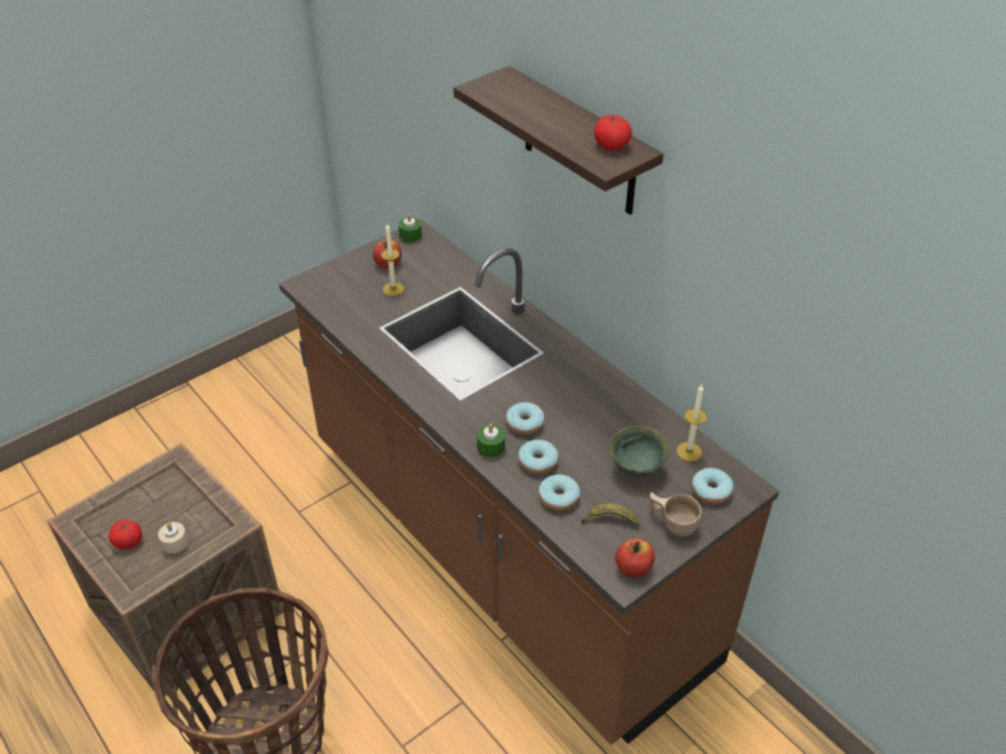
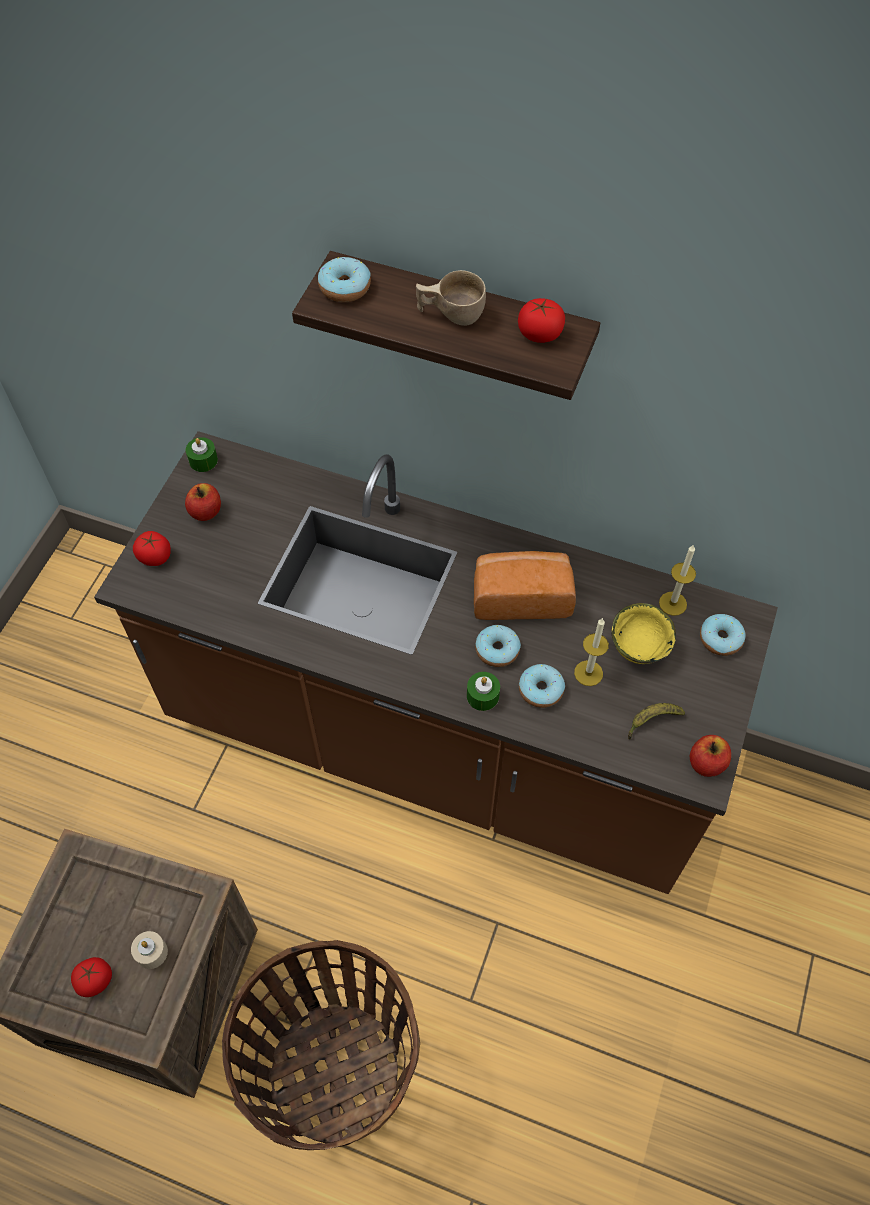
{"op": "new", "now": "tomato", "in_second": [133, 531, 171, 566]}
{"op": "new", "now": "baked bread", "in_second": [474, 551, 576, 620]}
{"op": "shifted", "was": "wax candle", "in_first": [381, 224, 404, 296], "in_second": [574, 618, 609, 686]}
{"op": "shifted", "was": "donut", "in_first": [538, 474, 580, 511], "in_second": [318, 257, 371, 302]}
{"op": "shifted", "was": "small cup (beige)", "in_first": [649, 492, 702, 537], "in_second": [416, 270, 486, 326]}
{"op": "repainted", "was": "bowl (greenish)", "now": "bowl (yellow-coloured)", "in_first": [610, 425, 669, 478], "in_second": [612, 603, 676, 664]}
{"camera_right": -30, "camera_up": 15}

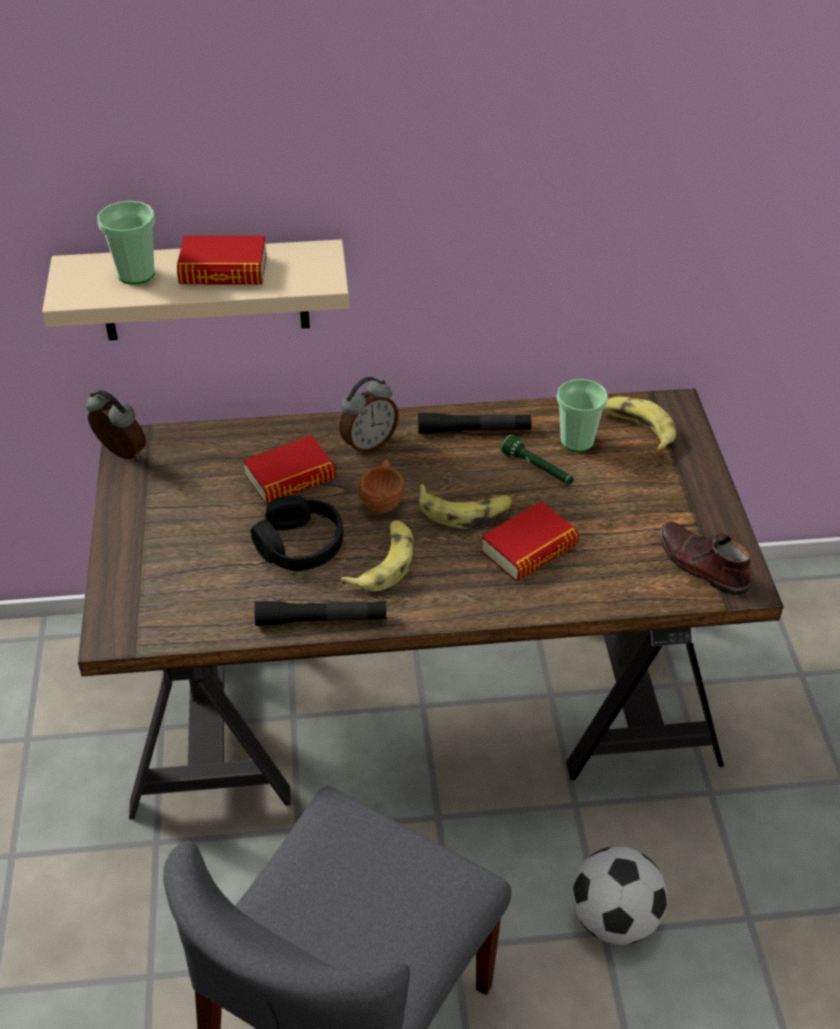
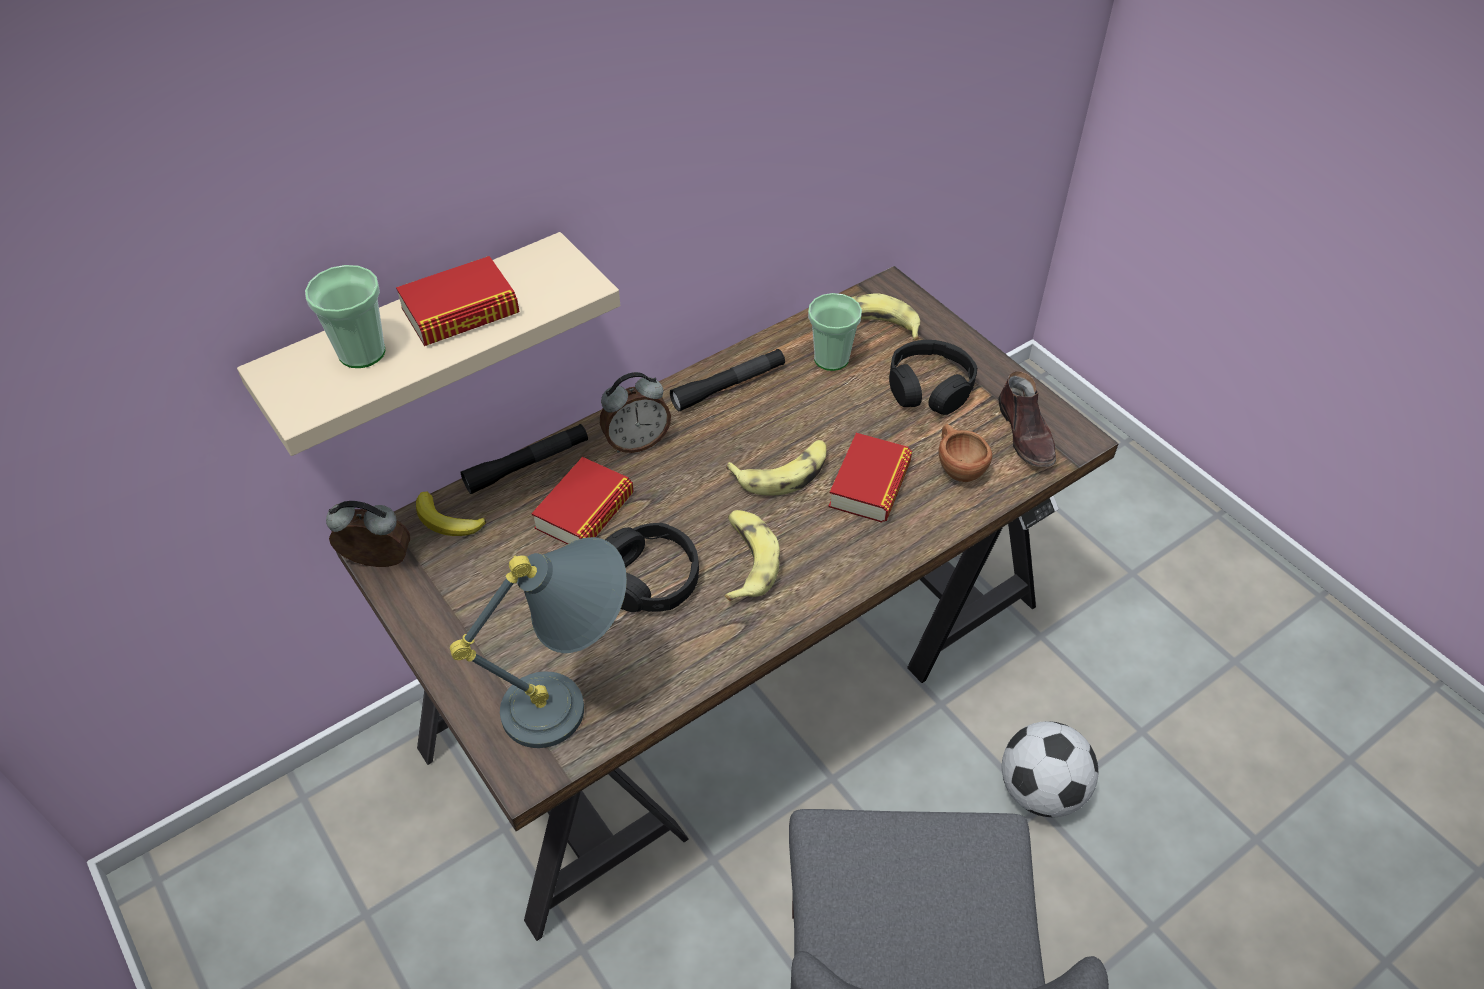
{"op": "gone", "was": "torch (greenish)", "in_first": [501, 435, 574, 485]}
{"op": "new", "now": "banana fruit", "in_second": [416, 491, 486, 536]}
{"op": "new", "now": "tabletop lamp (greyish)", "in_second": [450, 537, 627, 748]}
{"op": "new", "now": "pair of headphones (blackish)", "in_second": [889, 340, 977, 415]}
{"op": "shifted", "was": "torch (blackish)", "in_first": [255, 601, 386, 626], "in_second": [461, 424, 588, 494]}
{"op": "shifted", "was": "small cup (brownish)", "in_first": [358, 460, 405, 512], "in_second": [938, 424, 992, 482]}
{"op": "rotated", "was": "table clock", "in_first": [339, 377, 399, 455], "in_second": [600, 372, 671, 453], "clockwise": 45}
{"op": "rotated", "was": "shoe (brownish)", "in_first": [659, 522, 751, 596], "in_second": [998, 371, 1056, 467], "clockwise": -120}
{"camera_right": -30, "camera_up": 5}

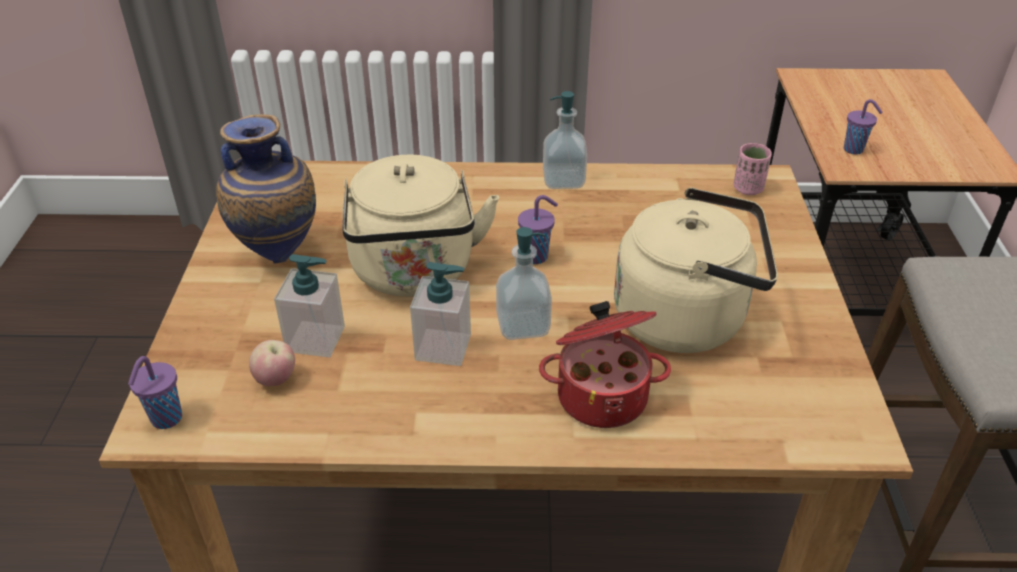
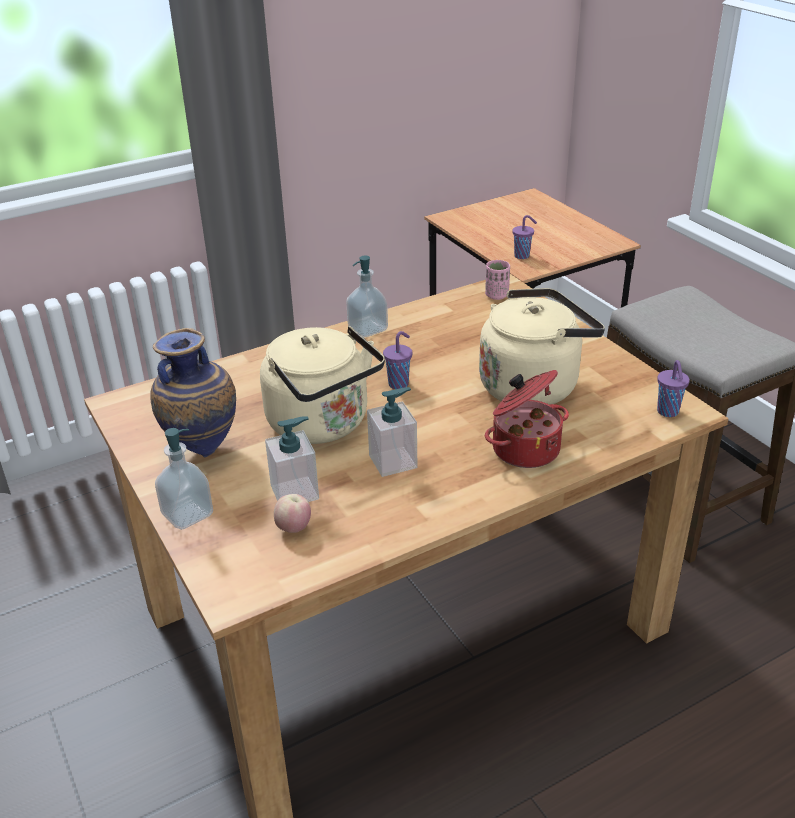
{"op": "shifted", "was": "small cup (purplish)", "in_first": [128, 356, 182, 429], "in_second": [657, 360, 690, 417]}
{"op": "shifted", "was": "soap bottle", "in_first": [496, 227, 552, 340], "in_second": [155, 428, 213, 530]}
{"camera_right": -30, "camera_up": -5}

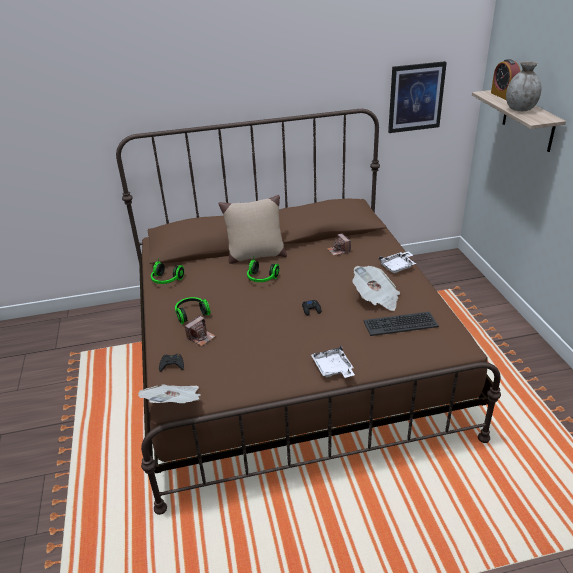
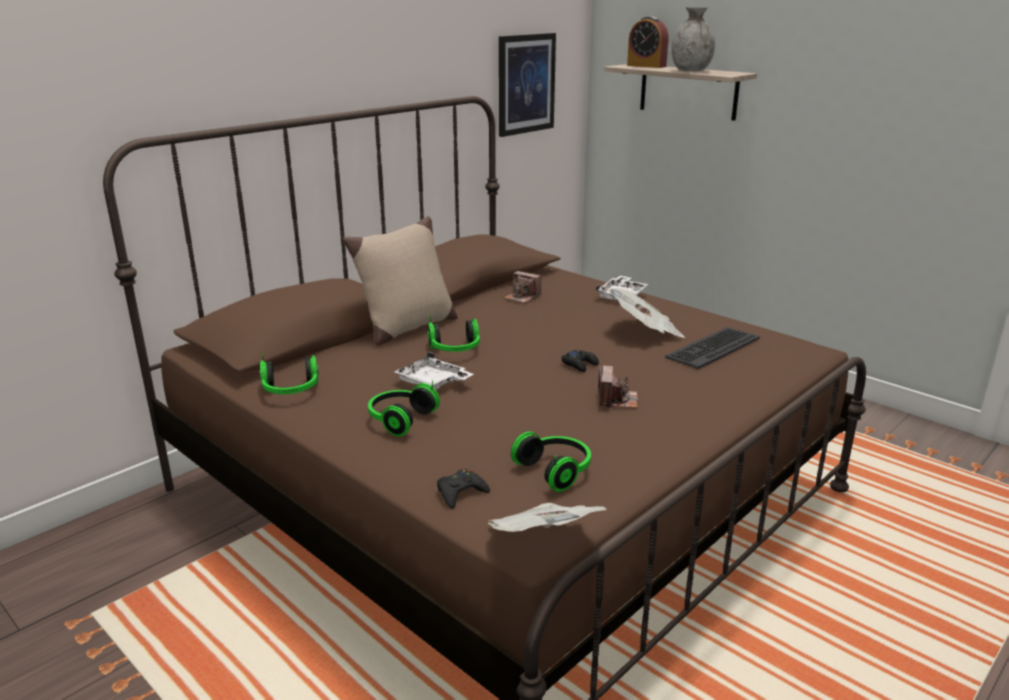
{"op": "new", "now": "pair of headphones", "in_second": [511, 432, 591, 492]}
{"op": "shifted", "was": "photo camera", "in_first": [185, 316, 216, 346], "in_second": [598, 366, 638, 408]}
{"op": "shifted", "was": "carrying tray (whitish)", "in_first": [311, 345, 355, 378], "in_second": [394, 352, 473, 390]}
{"camera_right": -35, "camera_up": -10}

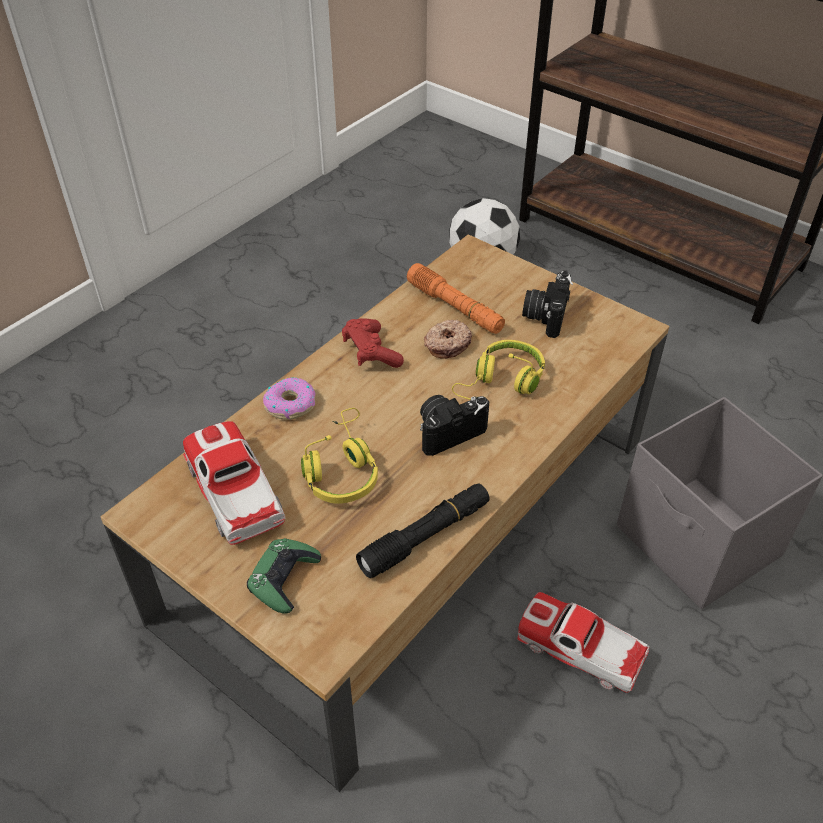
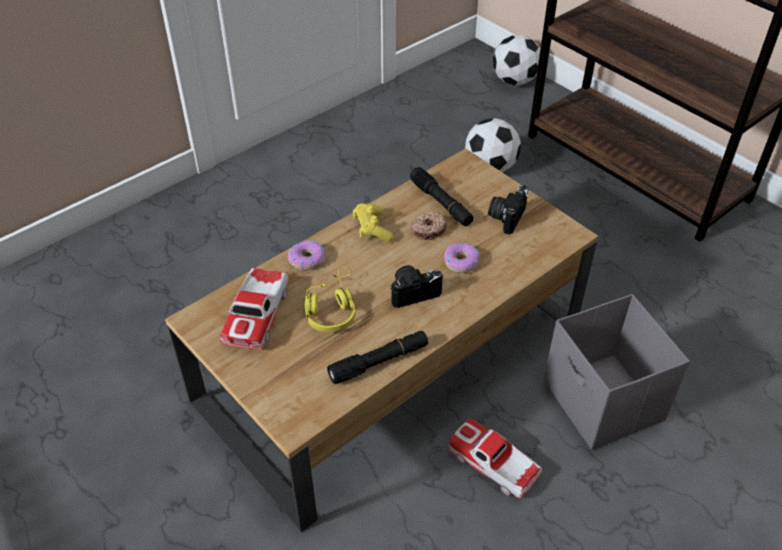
{"op": "gone", "was": "game controller (greenish)", "in_first": [247, 538, 321, 614]}
{"op": "new", "now": "football ball", "in_second": [493, 35, 540, 85]}
{"op": "swapped", "was": "pair of headphones (yellow-coloured)", "now": "donut", "in_first": [452, 340, 545, 400], "in_second": [444, 243, 480, 273]}
{"op": "repainted", "was": "game controller (red-coloured)", "now": "game controller (yellow-coloured)", "in_first": [342, 318, 404, 368], "in_second": [353, 204, 393, 242]}
{"op": "repainted", "was": "torch (orange)", "now": "torch (blackish)", "in_first": [407, 263, 505, 334], "in_second": [410, 167, 473, 226]}
{"op": "rotated", "was": "model car", "in_first": [183, 421, 285, 545], "in_second": [220, 268, 288, 349], "clockwise": -150}
{"camera_right": 10, "camera_up": 0}

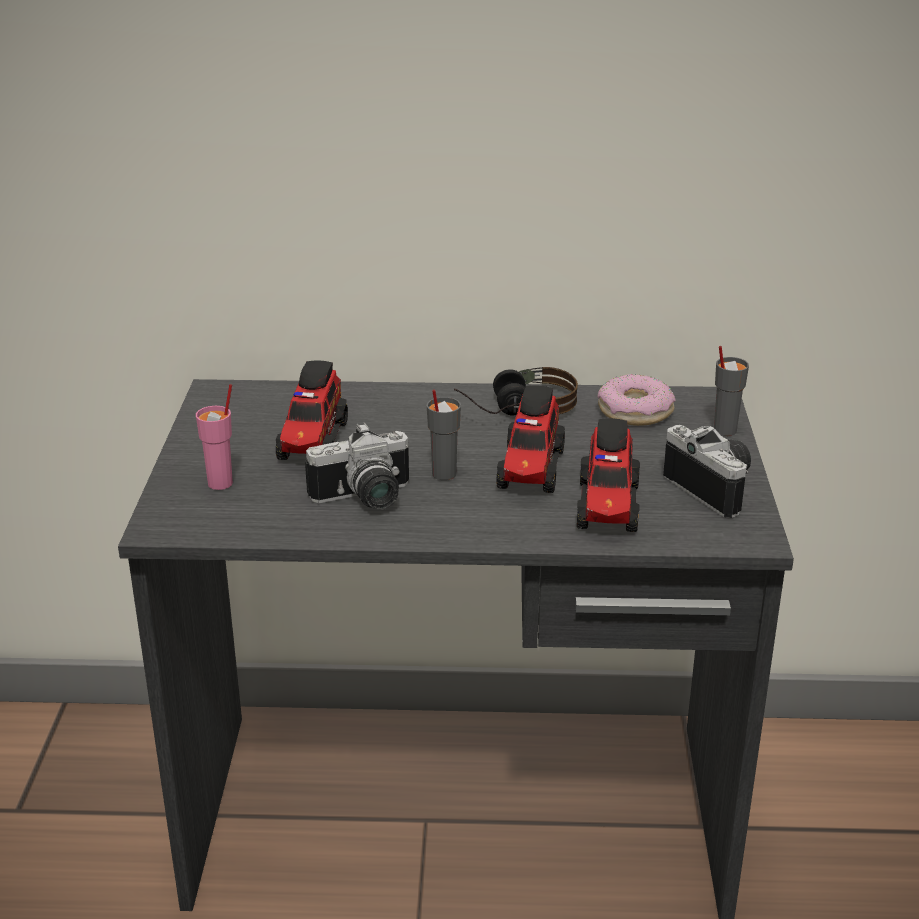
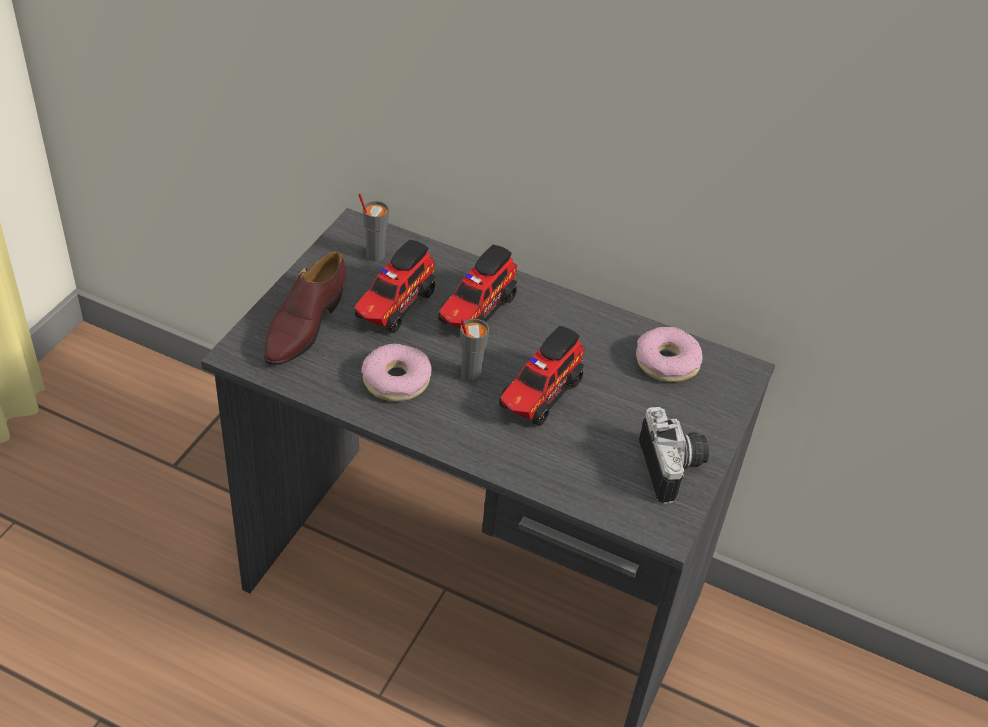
{"op": "gone", "was": "pair of headphones", "in_first": [454, 367, 578, 415]}
{"op": "shifted", "was": "toy lorry", "in_first": [577, 418, 640, 532], "in_second": [438, 245, 517, 329]}
{"op": "shifted", "was": "small cup (greyish)", "in_first": [714, 346, 749, 436], "in_second": [358, 193, 389, 262]}
{"op": "swapped", "was": "small cup (pinkish)", "now": "shoe (brownish)", "in_first": [196, 384, 233, 490], "in_second": [264, 251, 346, 365]}
{"op": "swapped", "was": "photo camera", "now": "donut", "in_first": [305, 423, 409, 510], "in_second": [361, 344, 432, 401]}
{"camera_right": 20, "camera_up": 15}

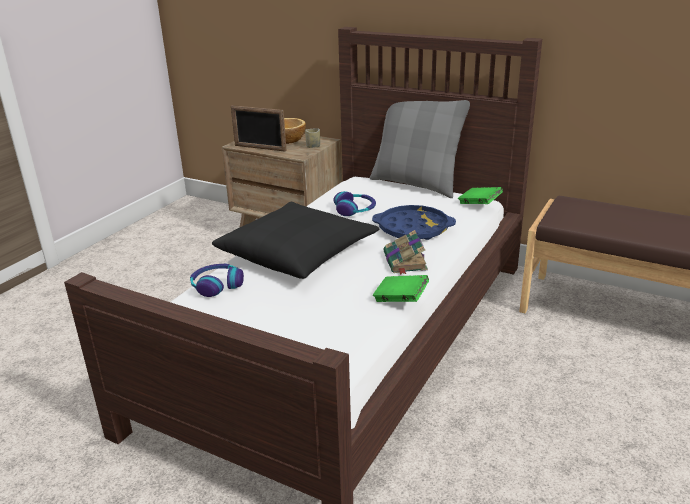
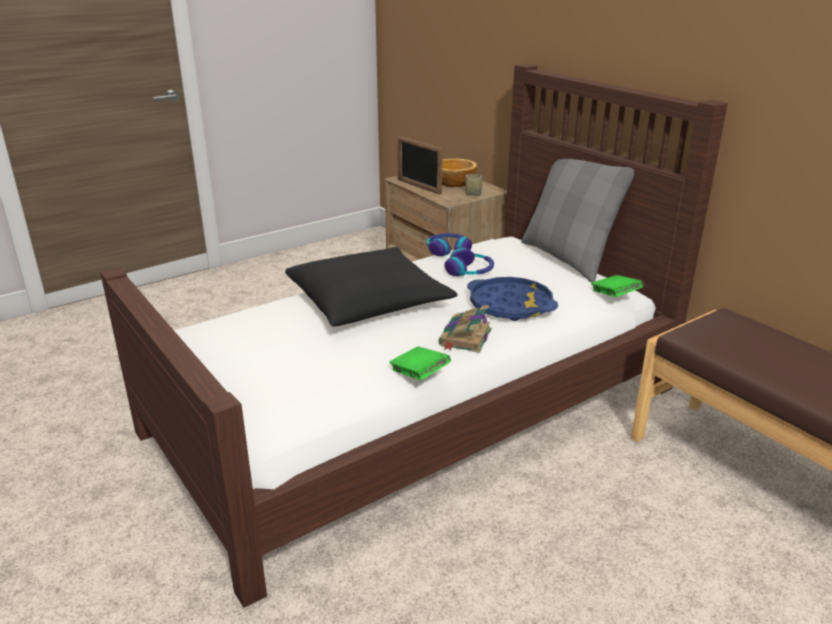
{"op": "shifted", "was": "pair of headphones", "in_first": [190, 264, 244, 297], "in_second": [427, 233, 472, 256]}
{"camera_right": 25, "camera_up": 0}

